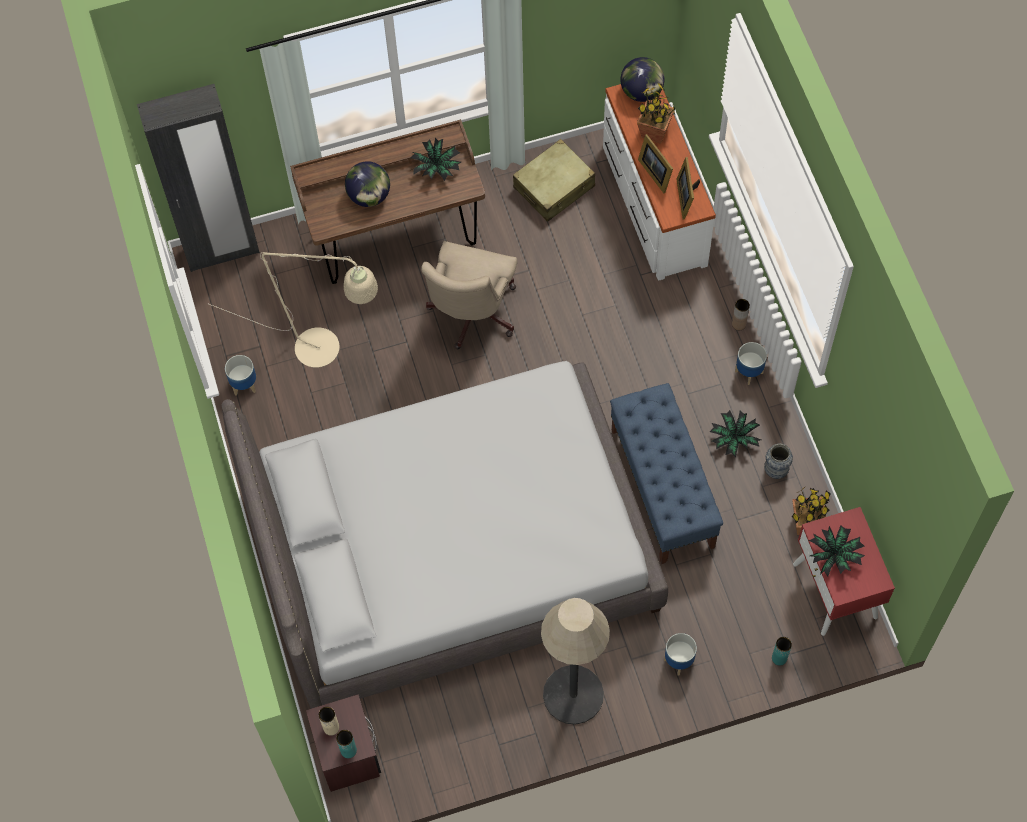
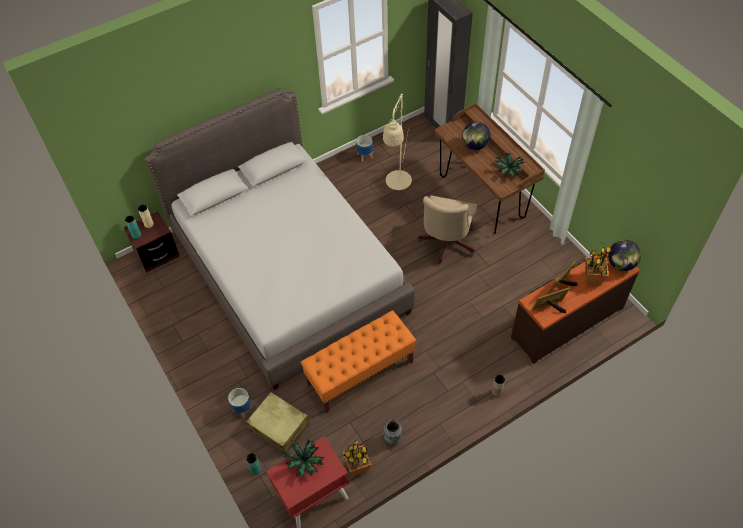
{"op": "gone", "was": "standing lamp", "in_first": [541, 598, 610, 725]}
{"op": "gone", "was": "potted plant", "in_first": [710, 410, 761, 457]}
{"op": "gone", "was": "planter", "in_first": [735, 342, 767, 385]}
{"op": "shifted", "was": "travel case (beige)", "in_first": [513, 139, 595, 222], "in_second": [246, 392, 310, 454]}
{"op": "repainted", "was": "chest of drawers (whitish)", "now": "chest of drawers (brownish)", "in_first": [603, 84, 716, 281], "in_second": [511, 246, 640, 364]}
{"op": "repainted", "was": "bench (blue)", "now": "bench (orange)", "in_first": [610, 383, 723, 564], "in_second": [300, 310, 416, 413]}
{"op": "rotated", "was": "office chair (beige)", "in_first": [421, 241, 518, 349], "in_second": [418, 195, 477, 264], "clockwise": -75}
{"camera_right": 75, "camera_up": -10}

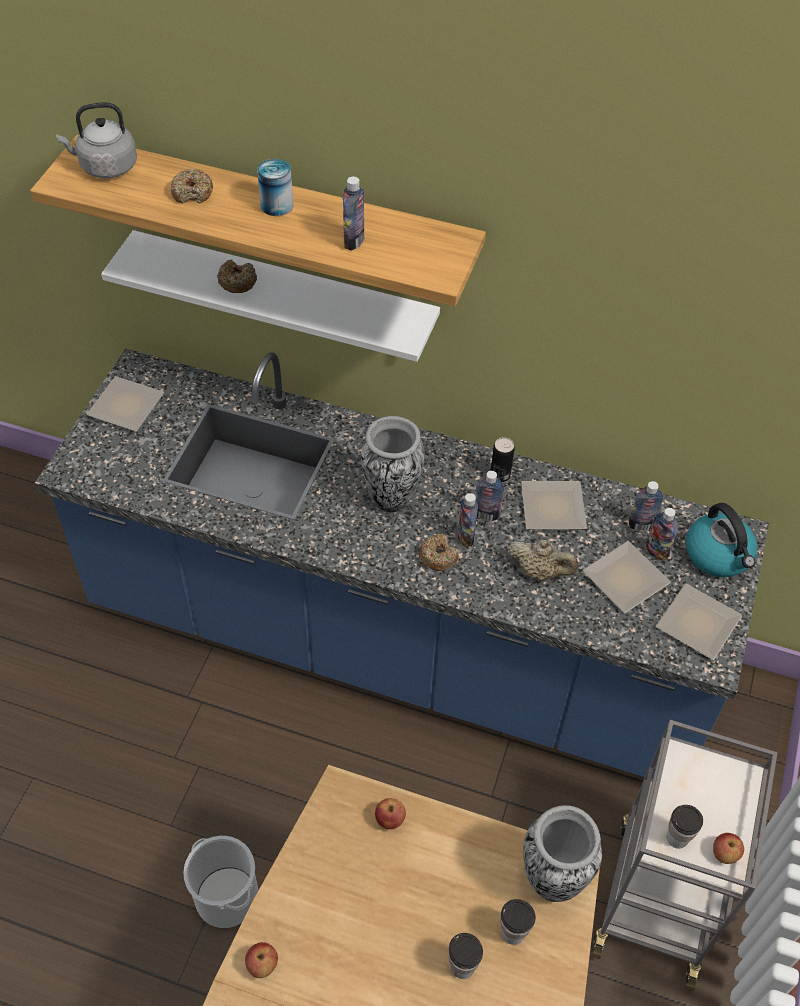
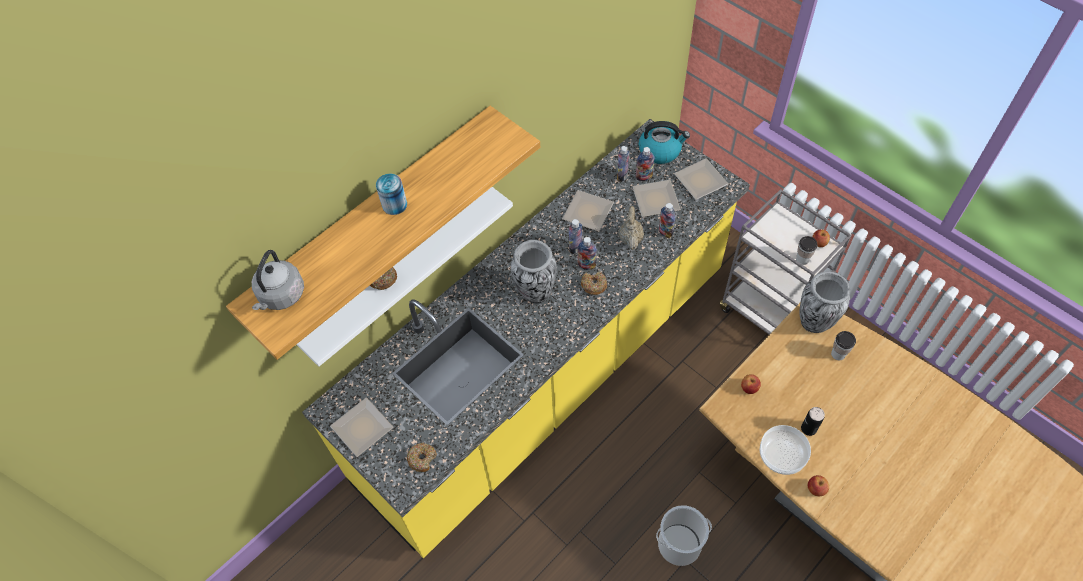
{"op": "gone", "was": "small cup", "in_first": [448, 933, 483, 979]}
{"op": "new", "now": "bowl", "in_second": [759, 425, 811, 475]}
{"op": "shifted", "was": "donut", "in_first": [171, 169, 213, 204], "in_second": [407, 443, 437, 472]}
{"op": "shifted", "was": "drink bottle", "in_first": [343, 176, 364, 251], "in_second": [659, 203, 675, 238]}
{"op": "shifted", "was": "metal can", "in_first": [491, 437, 515, 482], "in_second": [801, 407, 825, 436]}
{"op": "repainted", "was": "counter (blue)", "now": "counter (yellow-coloured)", "in_first": [35, 348, 769, 779], "in_second": [302, 119, 750, 558]}
{"op": "rotated", "was": "teapot (beige)", "in_first": [508, 540, 578, 581], "in_second": [618, 206, 644, 250], "clockwise": -45}
{"camera_right": -60, "camera_up": 5}

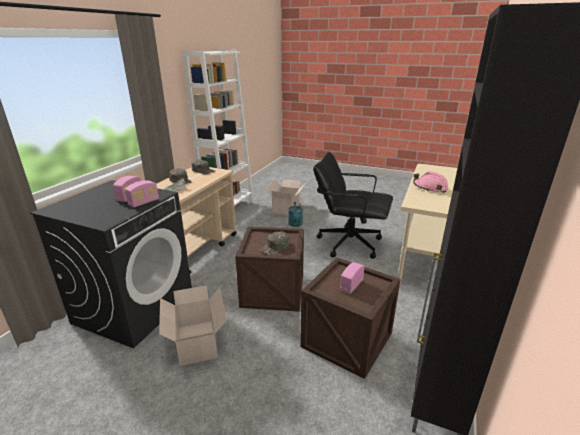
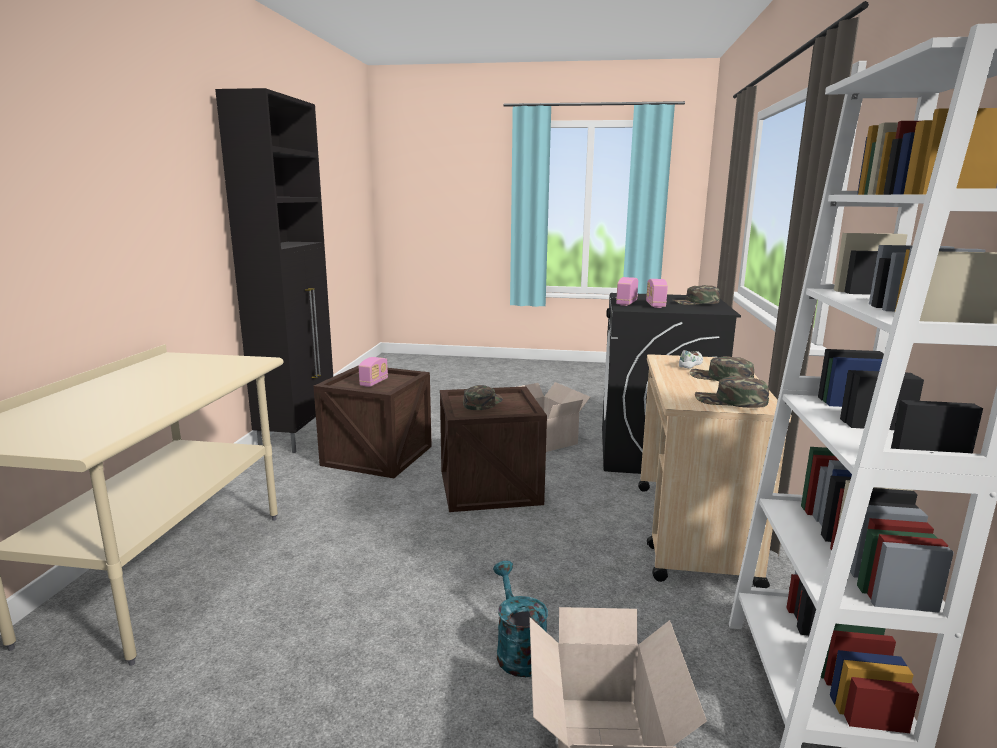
{"op": "gone", "was": "office chair (blackish)", "in_first": [313, 152, 393, 259]}
{"op": "gone", "was": "safety helmet (pinkish)", "in_first": [413, 171, 448, 193]}
{"op": "new", "now": "peaked cap (greenish)", "in_second": [672, 285, 720, 305]}
{"camera_right": 165, "camera_up": -10}

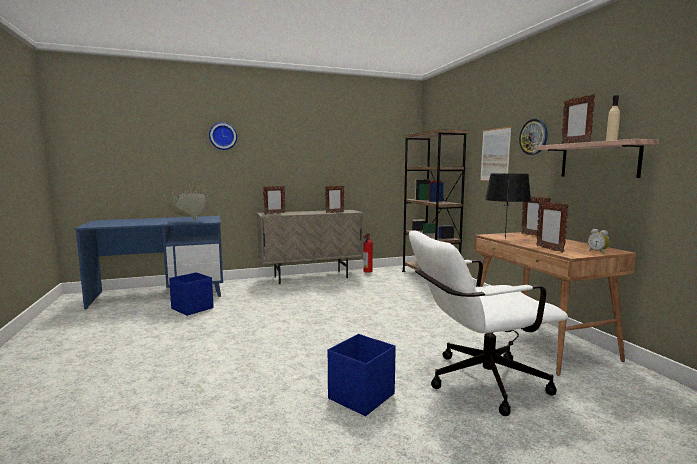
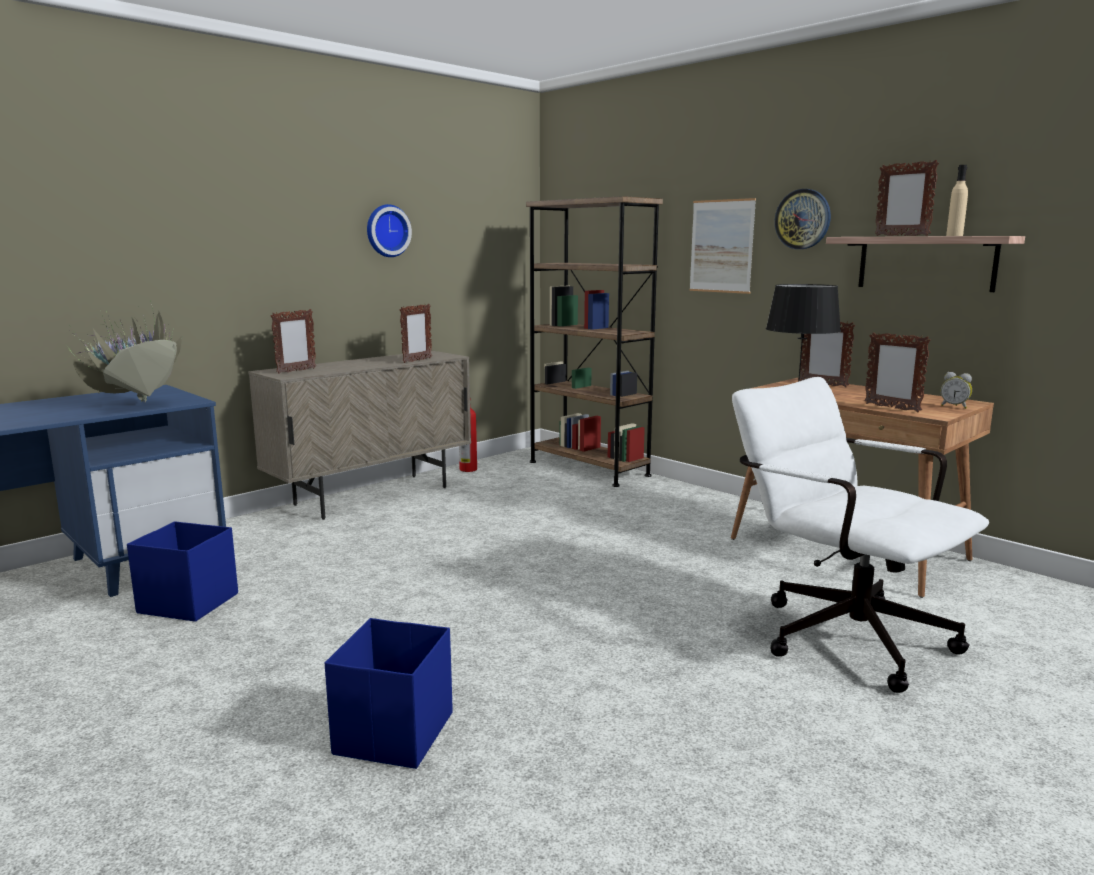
{"op": "shifted", "was": "hanging clock", "in_first": [209, 122, 237, 150], "in_second": [367, 204, 412, 257]}
{"op": "shifted", "was": "storage bin (blue)", "in_first": [328, 334, 396, 416], "in_second": [325, 618, 453, 769]}
{"op": "rotated", "was": "office chair (whitish)", "in_first": [409, 230, 568, 416], "in_second": [732, 377, 989, 693], "clockwise": 90}
{"camera_right": -25, "camera_up": 5}

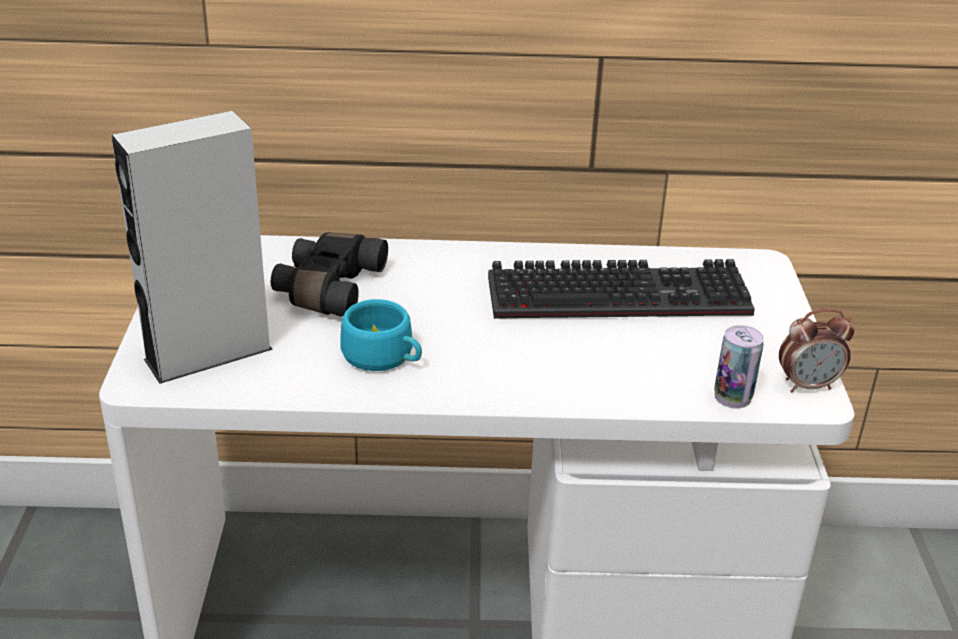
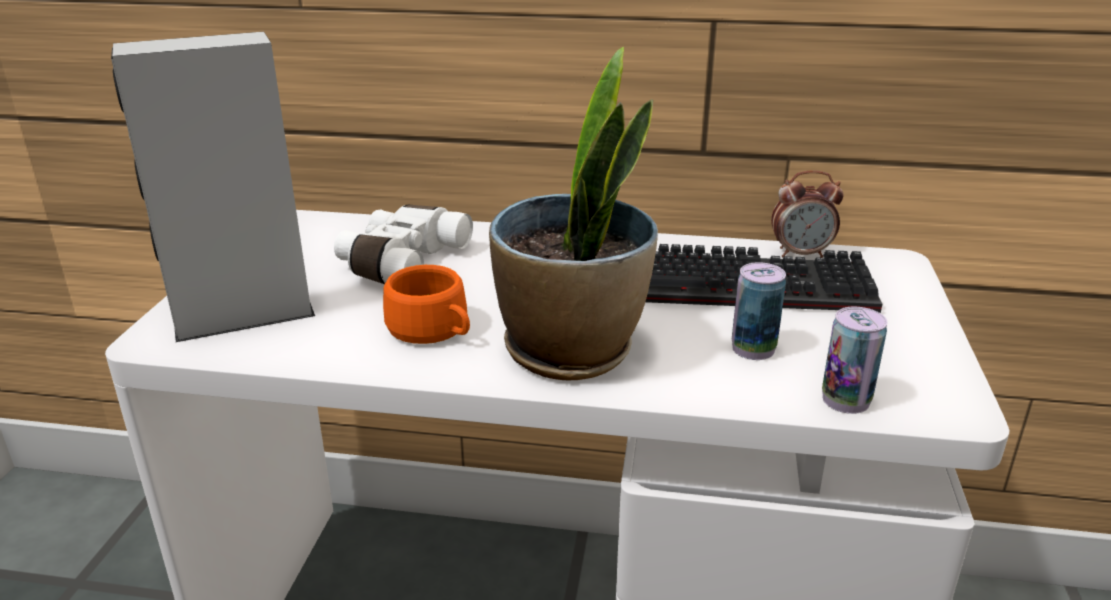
{"op": "new", "now": "potted plant", "in_second": [489, 46, 658, 380]}
{"op": "new", "now": "metal can", "in_second": [732, 262, 786, 360]}
{"op": "shifted", "was": "table clock", "in_first": [779, 309, 854, 392], "in_second": [771, 171, 844, 258]}
{"op": "repainted", "was": "binoculars (blackish)", "now": "binoculars (whitish)", "in_first": [271, 232, 388, 317], "in_second": [334, 205, 473, 284]}
{"op": "repainted", "was": "small cup (blue-green)", "now": "small cup (orange)", "in_first": [340, 299, 422, 371], "in_second": [383, 265, 470, 344]}
{"camera_right": 10, "camera_up": -5}

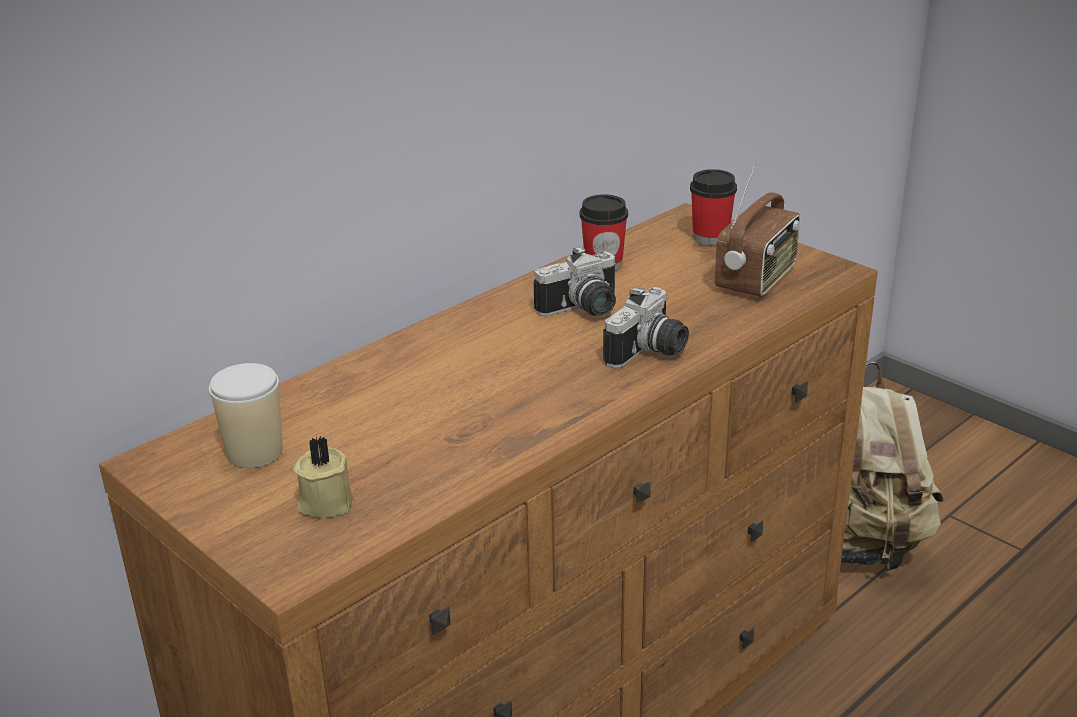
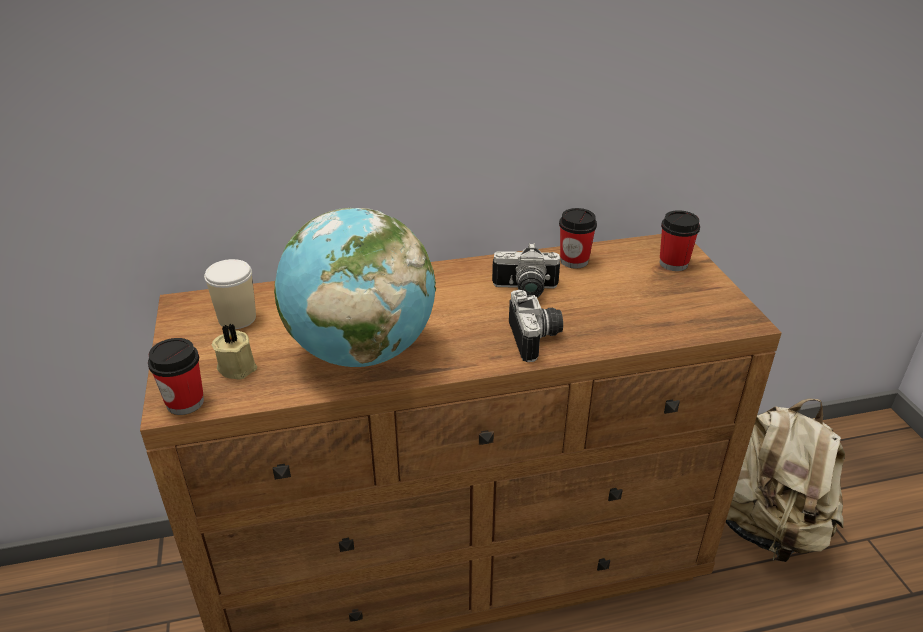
{"op": "gone", "was": "radio receiver", "in_first": [715, 163, 800, 297]}
{"op": "new", "now": "small cup", "in_second": [148, 338, 204, 415]}
{"op": "new", "now": "globe", "in_second": [274, 208, 436, 367]}
{"op": "rotated", "was": "photo camera", "in_first": [603, 287, 689, 368], "in_second": [509, 290, 563, 362], "clockwise": -75}
{"camera_right": 30, "camera_up": 5}

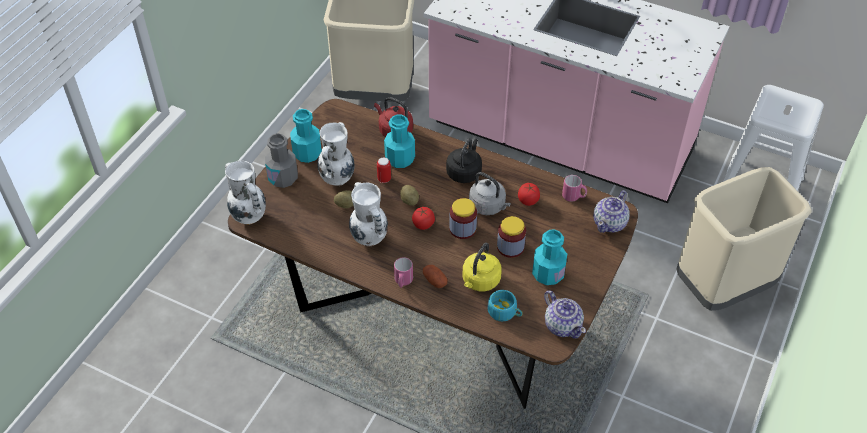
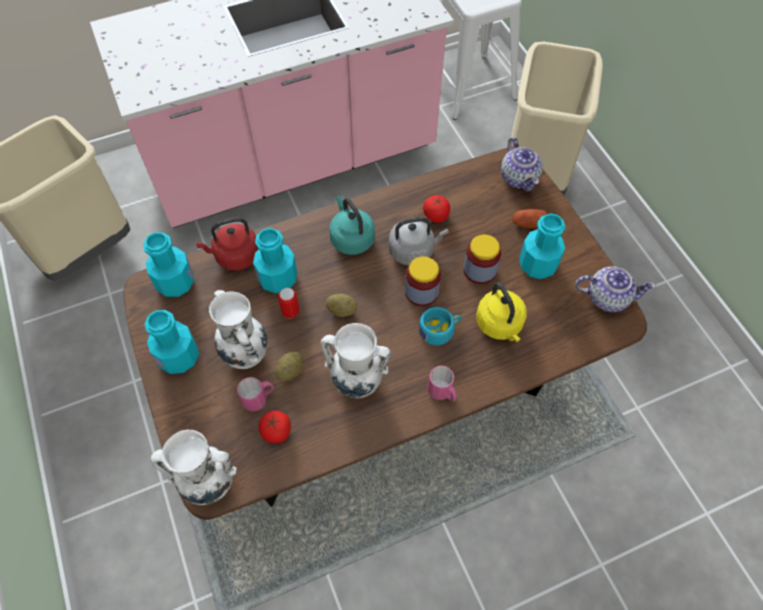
{"op": "gone", "was": "drink bottle (greyish)", "in_first": [265, 133, 298, 188]}
{"op": "new", "now": "drink bottle (blue-green)", "in_second": [143, 232, 194, 297]}
{"op": "shifted", "was": "tomato", "in_first": [412, 207, 435, 230], "in_second": [259, 411, 291, 443]}
{"op": "shifted", "was": "potato", "in_first": [423, 265, 448, 288], "in_second": [512, 209, 548, 228]}
{"op": "shifted", "was": "small cup (blue-green)", "in_first": [487, 290, 523, 321], "in_second": [418, 307, 462, 345]}
{"op": "shifted", "was": "mug (pinkish)", "in_first": [562, 175, 587, 202], "in_second": [237, 377, 273, 411]}
{"op": "repainted", "was": "water kettle (blackish)", "now": "water kettle (blue-green)", "in_first": [446, 138, 482, 183], "in_second": [330, 196, 375, 255]}
{"camera_right": -50, "camera_up": 10}

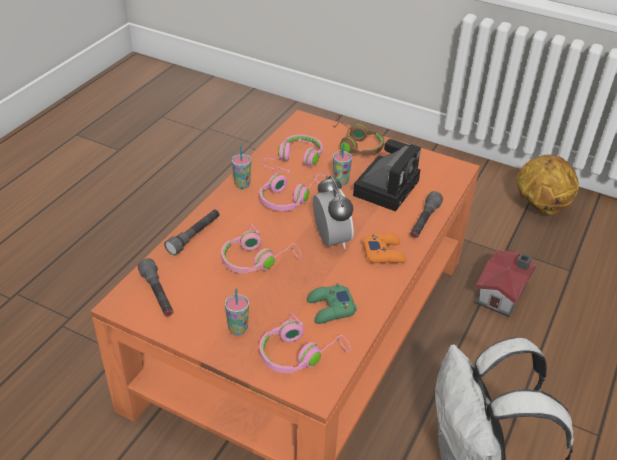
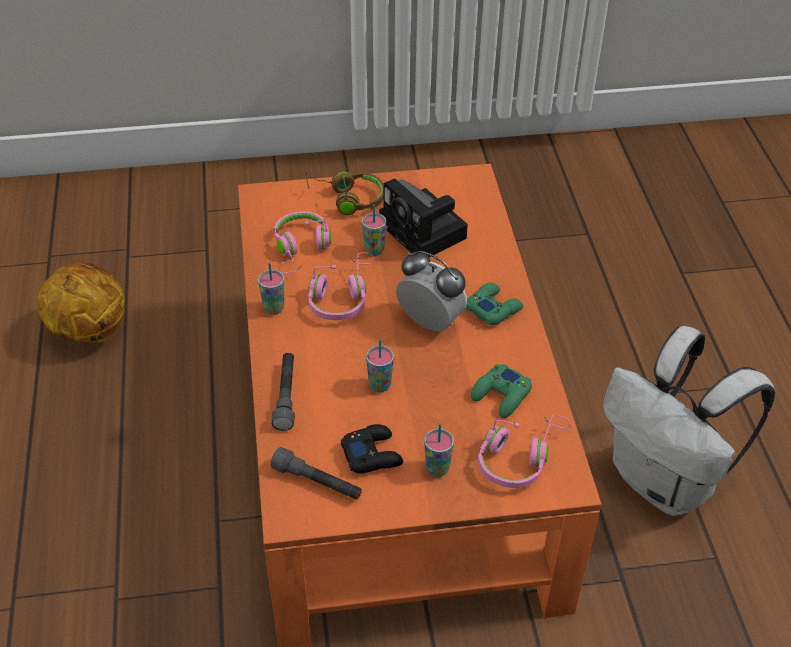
{"op": "gone", "was": "torch (greyish)", "in_first": [410, 191, 443, 238]}
{"op": "gone", "was": "toy house", "in_first": [476, 250, 536, 317]}
{"op": "new", "now": "game controller (blackish)", "in_second": [341, 424, 403, 474]}
{"op": "shifted", "was": "ball for basketball", "in_first": [517, 155, 579, 215], "in_second": [36, 263, 125, 343]}
{"op": "swapped", "was": "pair of headphones (pinkish)", "now": "small cup", "in_first": [221, 224, 301, 274], "in_second": [366, 340, 394, 392]}
{"op": "repainted", "was": "game controller (orange)", "now": "game controller (greenish)", "in_first": [362, 232, 406, 263], "in_second": [466, 283, 523, 325]}
{"op": "rotated", "was": "photo camera", "in_first": [353, 139, 421, 212], "in_second": [379, 178, 468, 257], "clockwise": 150}
{"camera_right": -35, "camera_up": 5}

